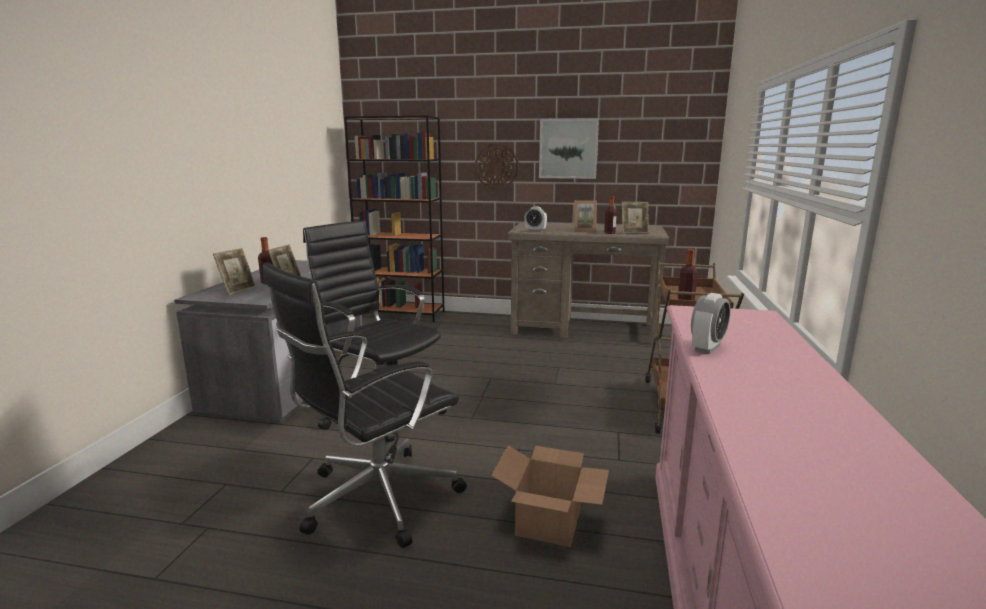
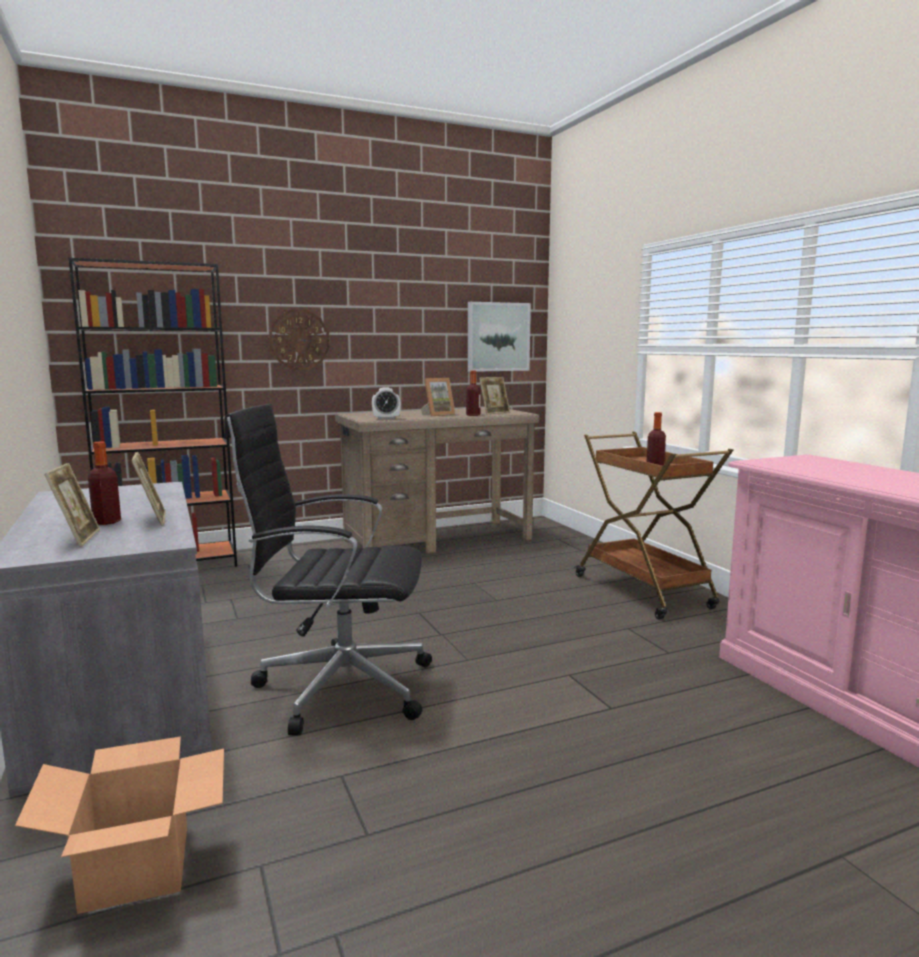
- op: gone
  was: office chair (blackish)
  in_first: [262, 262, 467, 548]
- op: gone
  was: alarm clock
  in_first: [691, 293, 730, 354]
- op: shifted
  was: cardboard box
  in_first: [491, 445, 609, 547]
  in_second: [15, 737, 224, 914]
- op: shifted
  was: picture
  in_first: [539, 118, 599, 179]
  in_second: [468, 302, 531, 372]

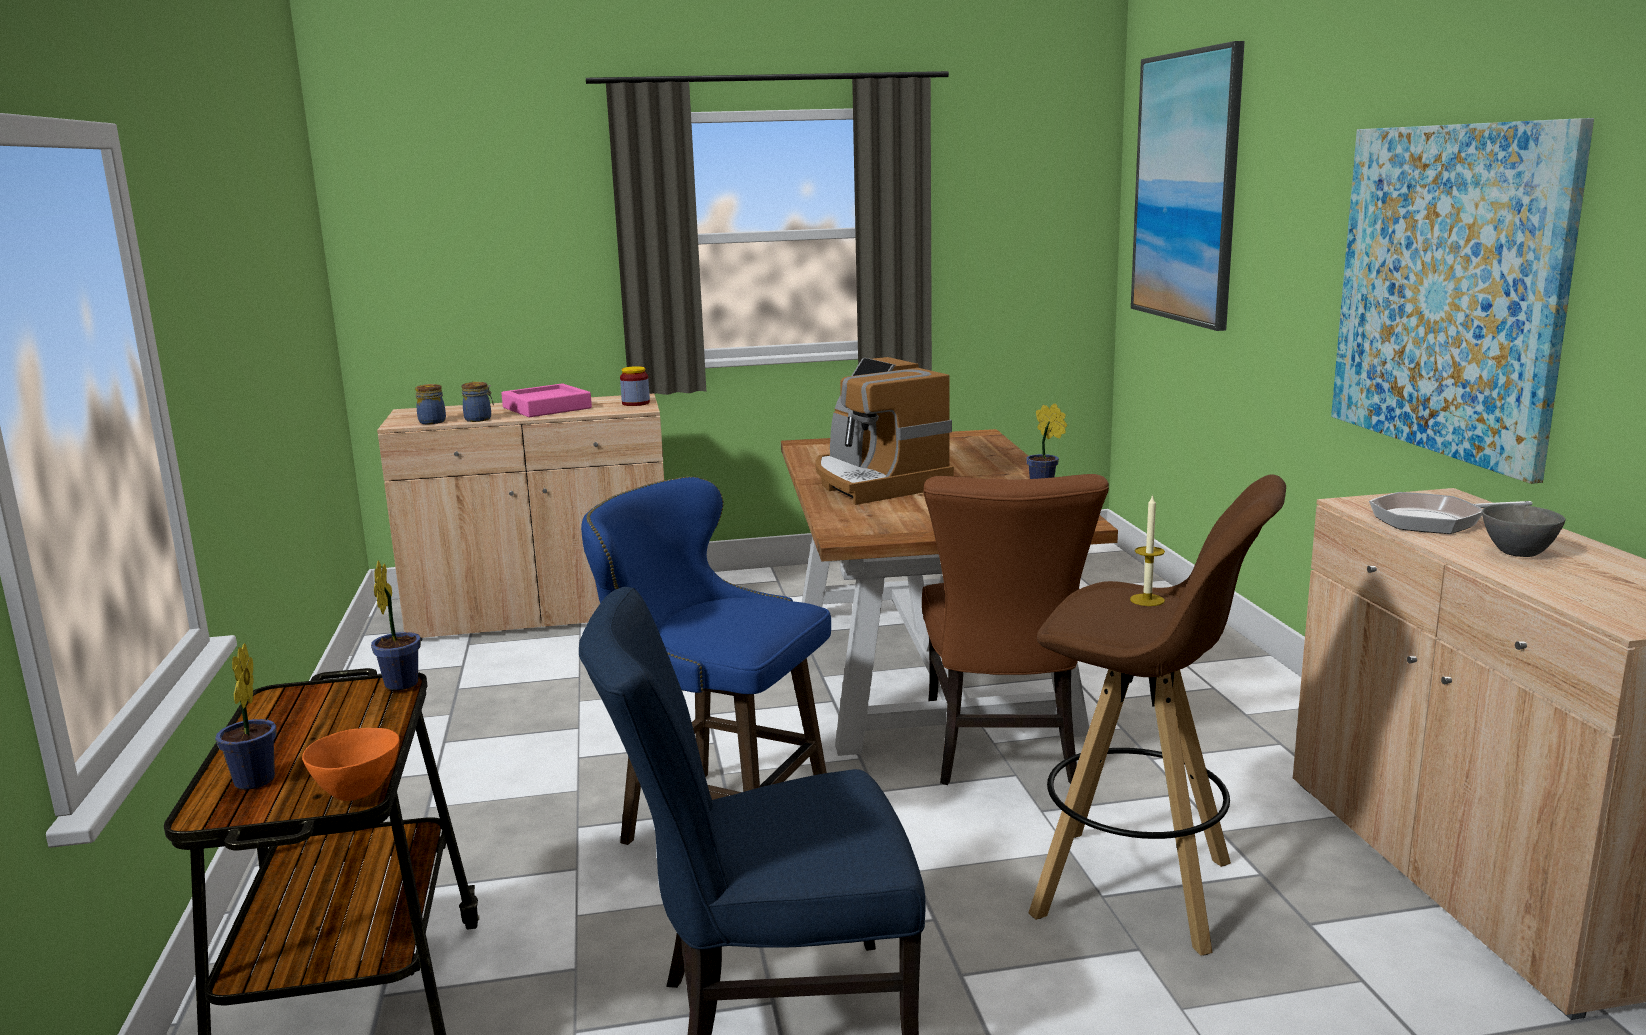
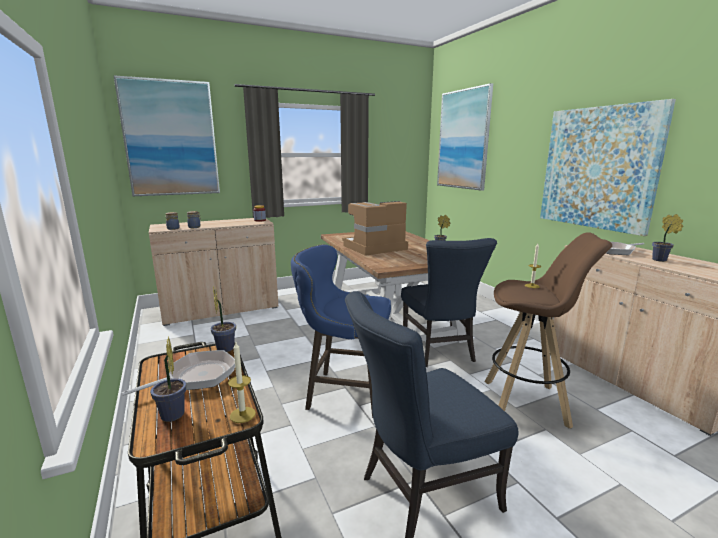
- op: gone
  was: serving tray (pinkish)
  in_first: [501, 383, 592, 417]
- op: new
  now: picture
  in_second: [113, 75, 220, 196]
- op: new
  now: skillet
  in_second: [122, 350, 235, 396]
- op: swapped
  was: bowl (orange-coloured)
  now: wax candle
  in_first: [302, 728, 400, 801]
  in_second: [228, 342, 256, 423]
- op: swapped
  was: bowl (greyish)
  now: plant in a pot
  in_first: [1482, 504, 1566, 557]
  in_second: [652, 214, 683, 262]
- op: repainted
  was: upright chair (brown-coloured)
  now: upright chair (blue)
  in_first: [922, 474, 1109, 785]
  in_second: [401, 238, 497, 367]
- op: rotated
  was: coffee machine
  in_first: [815, 357, 954, 505]
  in_second: [342, 201, 408, 256]
  clockwise: 105

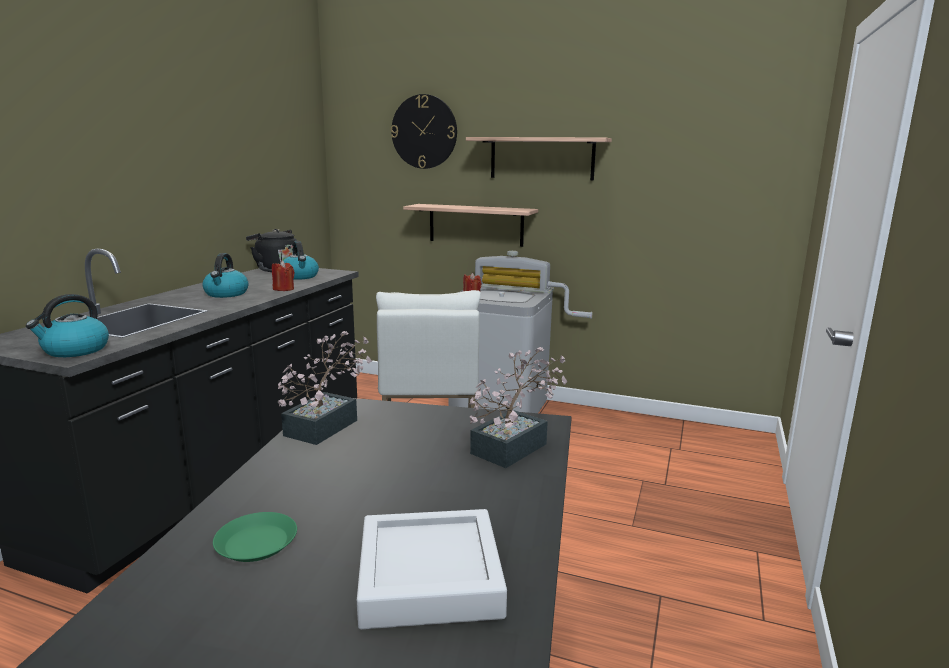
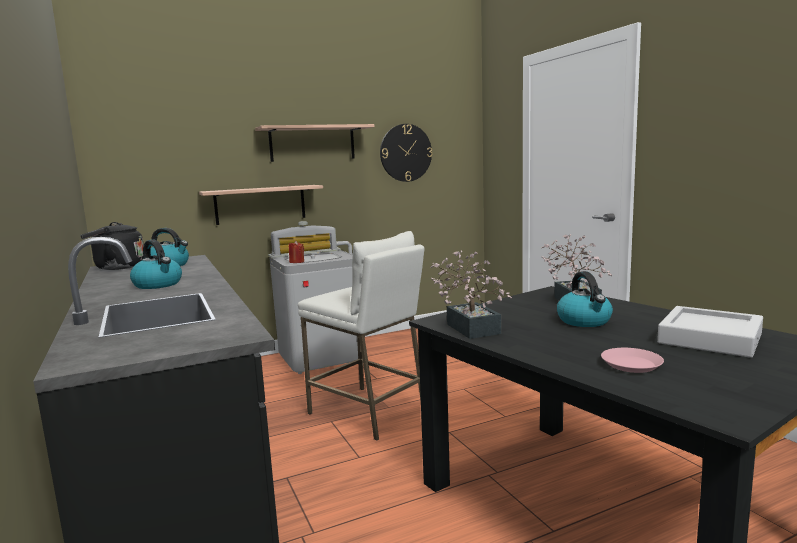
- op: gone
  was: wax candle (red)
  in_first: [272, 260, 295, 291]
- op: shifted
  was: water kettle
  in_first: [26, 294, 109, 357]
  in_second: [557, 271, 613, 327]
- op: shifted
  was: wall clock
  in_first: [391, 94, 457, 169]
  in_second: [380, 124, 432, 182]
- op: repainted
  was: dinner plate (green)
  now: dinner plate (pinkish)
  in_first: [213, 512, 297, 562]
  in_second: [601, 348, 664, 373]

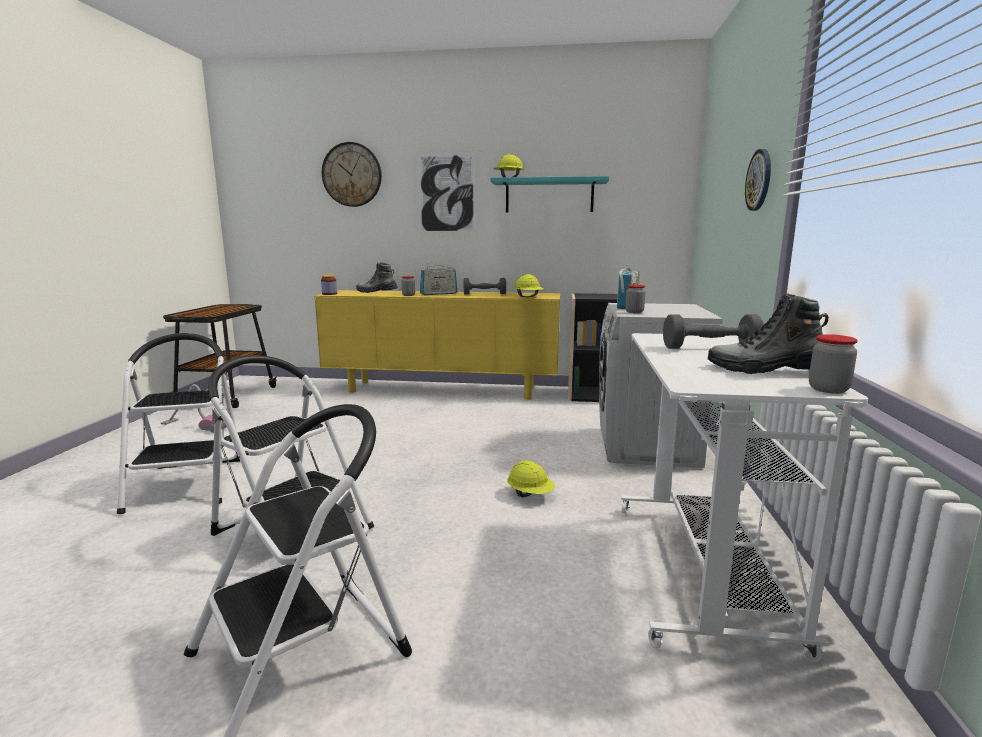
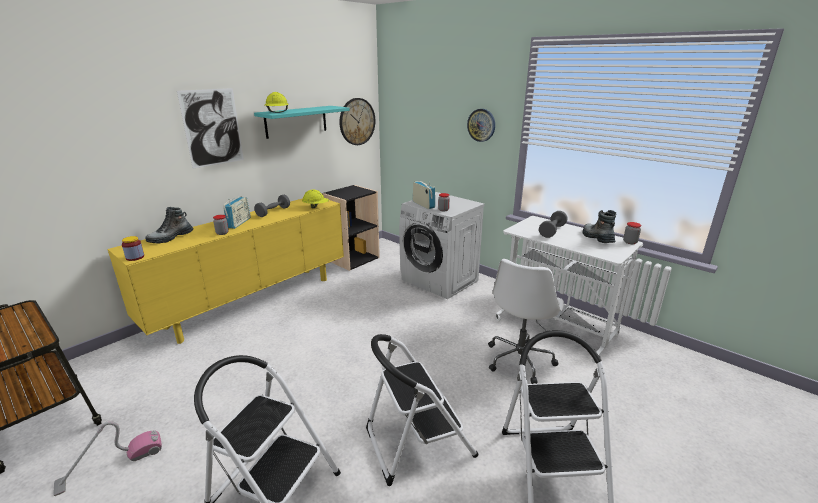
- op: gone
  was: work helmet (yellow)
  in_first: [507, 461, 555, 497]
- op: new
  now: office chair (white)
  in_second: [488, 259, 564, 384]
- op: shifted
  was: wall clock
  in_first: [322, 142, 382, 207]
  in_second: [339, 98, 375, 145]
- op: rotated
  was: high-top boot
  in_first: [708, 293, 829, 374]
  in_second: [582, 210, 616, 243]
  clockwise: 120

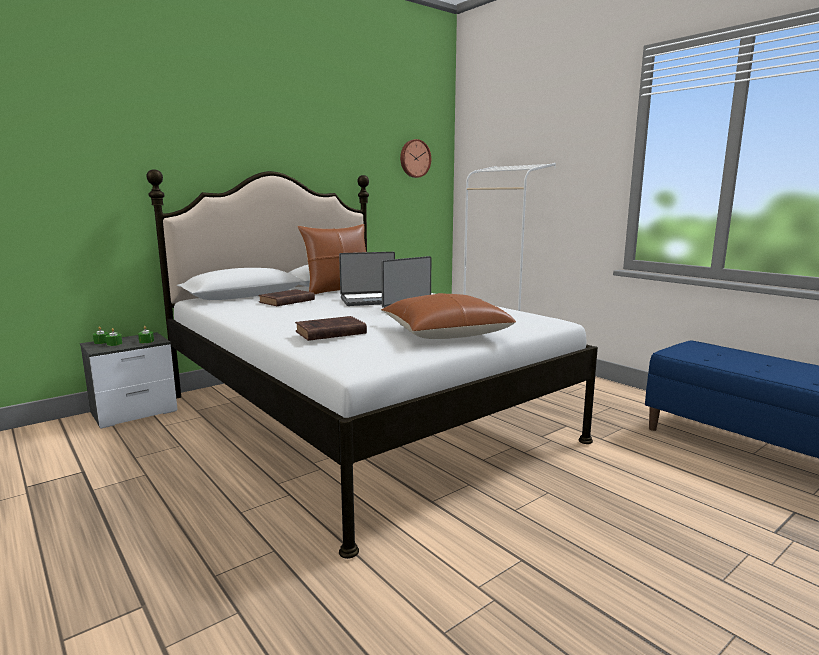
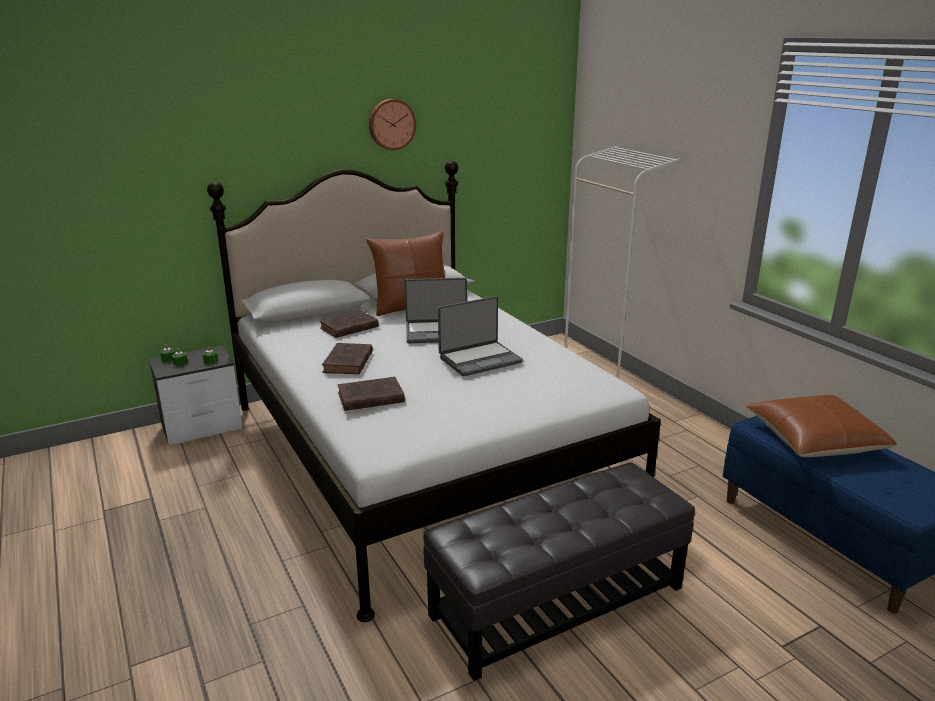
- op: new
  now: bound book (brown-coloured)
  in_second: [322, 343, 373, 375]
- op: new
  now: footrest (blackish)
  in_second: [423, 462, 695, 681]
- op: shifted
  was: throw pillow (brown-coloured)
  in_first: [381, 293, 516, 339]
  in_second: [745, 395, 897, 457]
- op: shifted
  was: wall clock
  in_first: [400, 139, 431, 178]
  in_second: [369, 99, 416, 150]

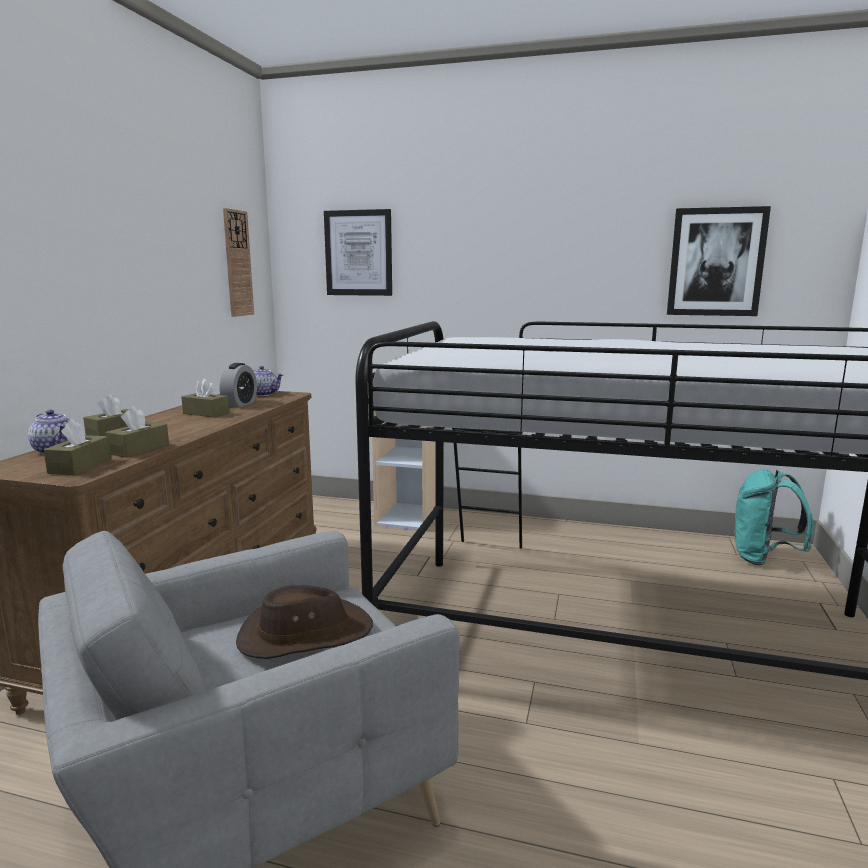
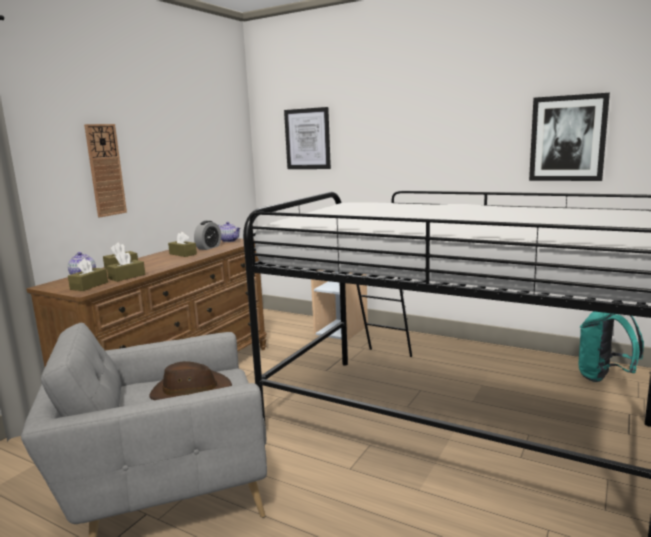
- op: shifted
  was: wall clock
  in_first: [223, 208, 254, 317]
  in_second: [84, 124, 127, 217]

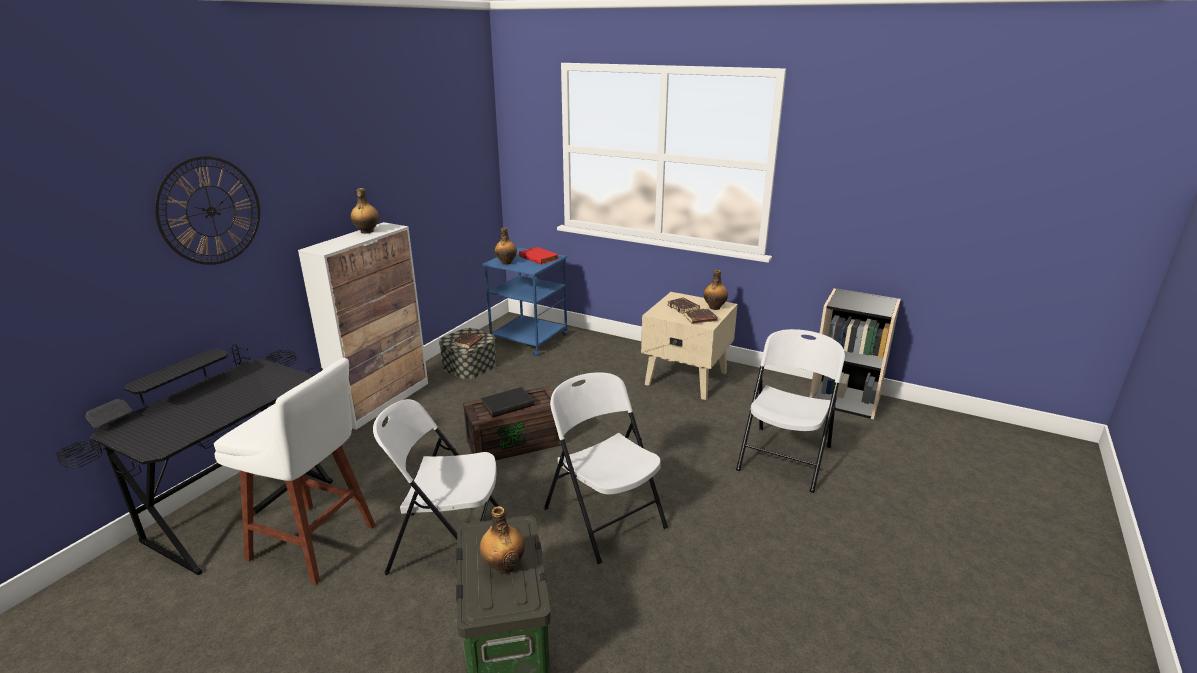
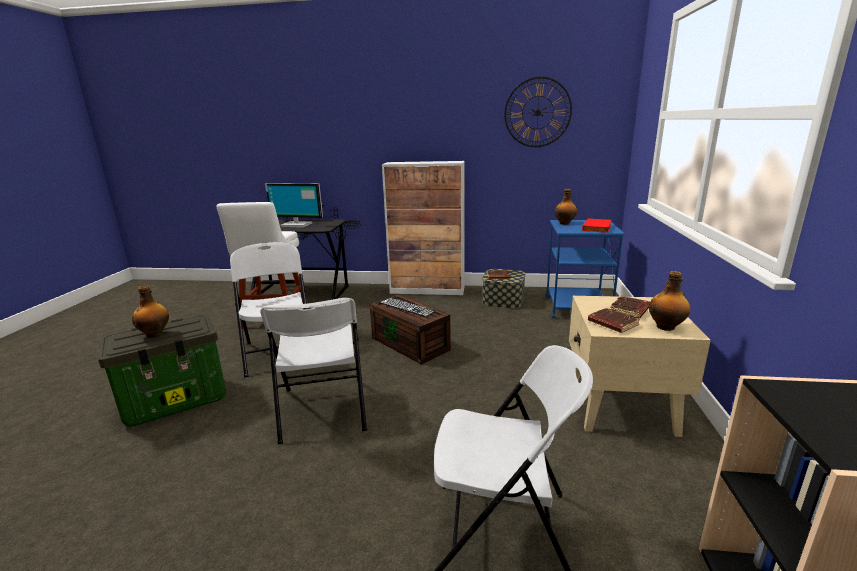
- op: gone
  was: beverage bottle
  in_first: [350, 188, 379, 234]
- op: new
  now: computer screen
  in_second: [265, 183, 323, 228]
- op: shifted
  was: wall clock
  in_first: [155, 156, 260, 265]
  in_second: [504, 77, 572, 147]
- op: swapped
  was: bound book (blackish)
  now: computer keyboard
  in_first: [481, 387, 534, 418]
  in_second: [379, 298, 436, 317]
- op: rotated
  was: upright chair (white)
  in_first: [544, 372, 668, 564]
  in_second: [260, 298, 367, 444]
  clockwise: 135

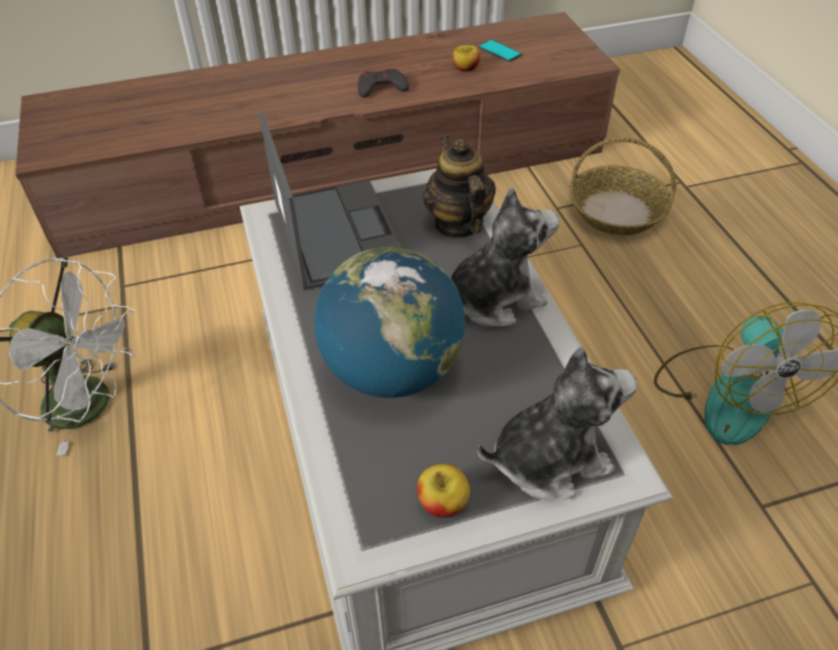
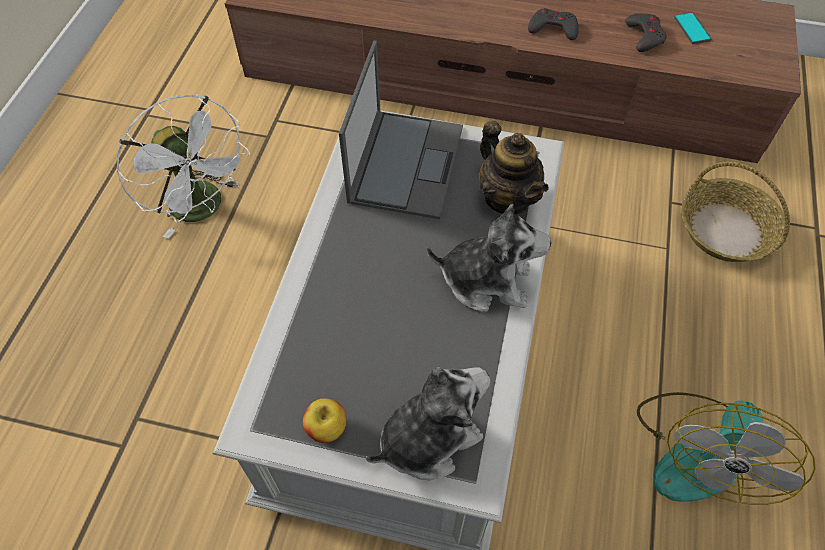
- op: gone
  was: globe
  in_first: [314, 247, 465, 398]
- op: swapped
  was: apple fruit
  now: joypad (greyish)
  in_first: [453, 45, 480, 71]
  in_second: [625, 13, 667, 52]
- op: rotated
  was: teapot
  in_first: [423, 135, 496, 238]
  in_second: [479, 121, 549, 214]
  clockwise: 135
- op: rotated
  was: plush toy
  in_first: [477, 347, 637, 500]
  in_second: [366, 366, 490, 480]
  clockwise: -45

